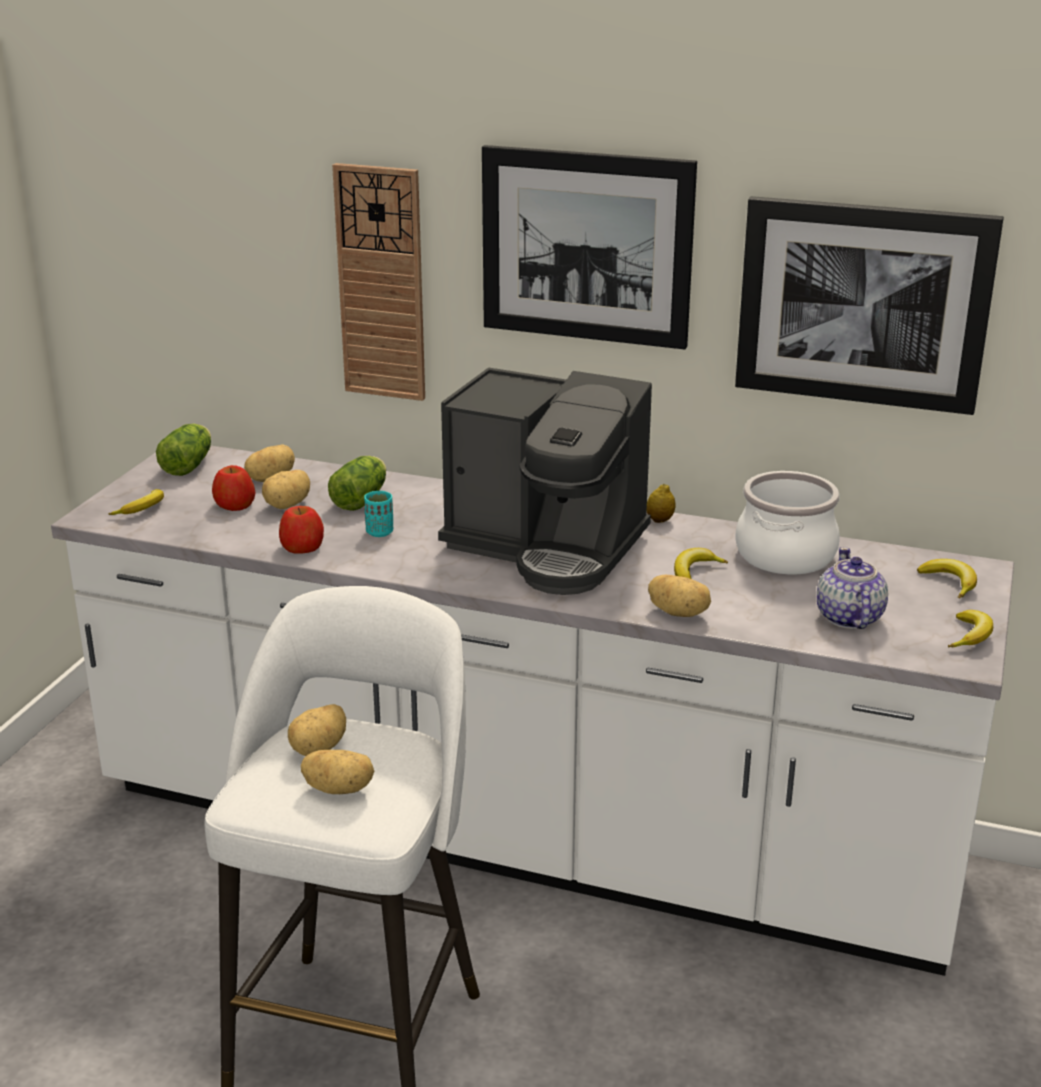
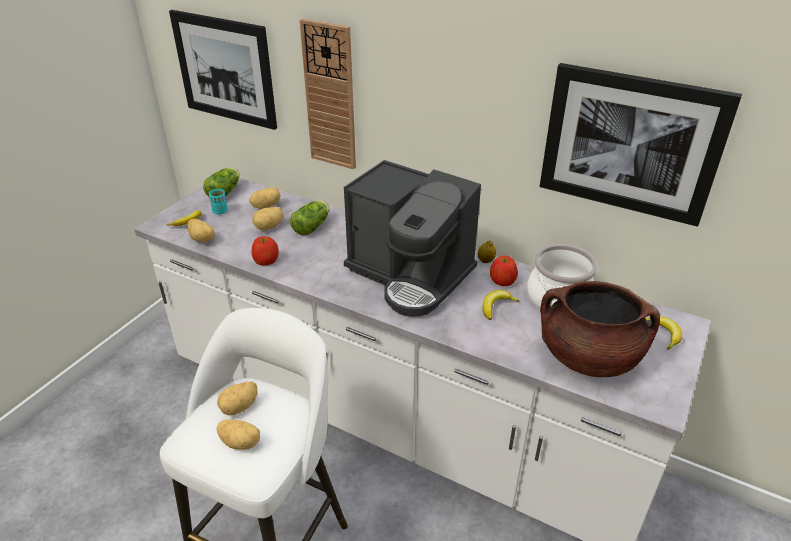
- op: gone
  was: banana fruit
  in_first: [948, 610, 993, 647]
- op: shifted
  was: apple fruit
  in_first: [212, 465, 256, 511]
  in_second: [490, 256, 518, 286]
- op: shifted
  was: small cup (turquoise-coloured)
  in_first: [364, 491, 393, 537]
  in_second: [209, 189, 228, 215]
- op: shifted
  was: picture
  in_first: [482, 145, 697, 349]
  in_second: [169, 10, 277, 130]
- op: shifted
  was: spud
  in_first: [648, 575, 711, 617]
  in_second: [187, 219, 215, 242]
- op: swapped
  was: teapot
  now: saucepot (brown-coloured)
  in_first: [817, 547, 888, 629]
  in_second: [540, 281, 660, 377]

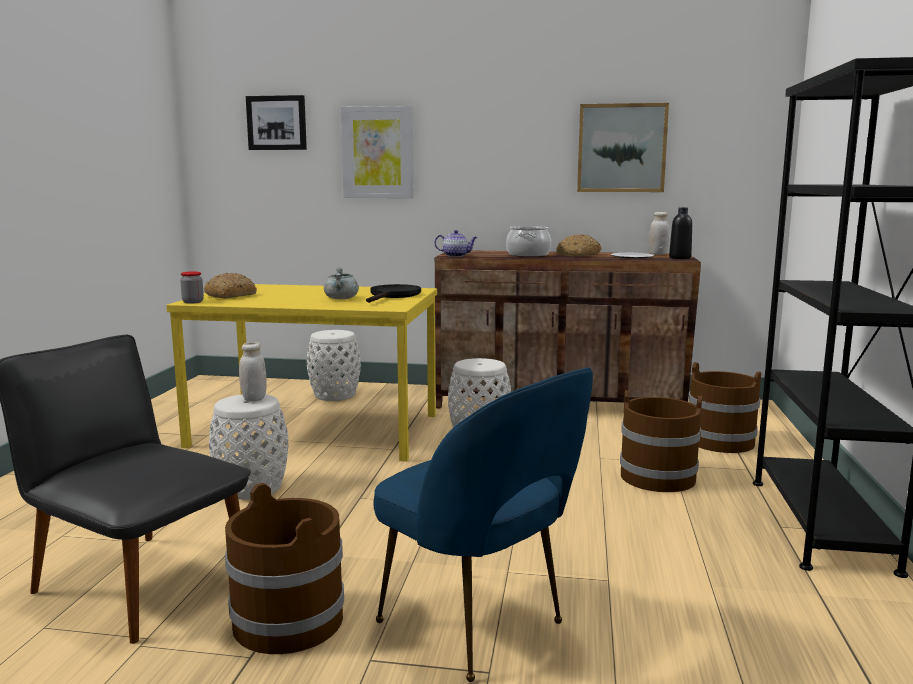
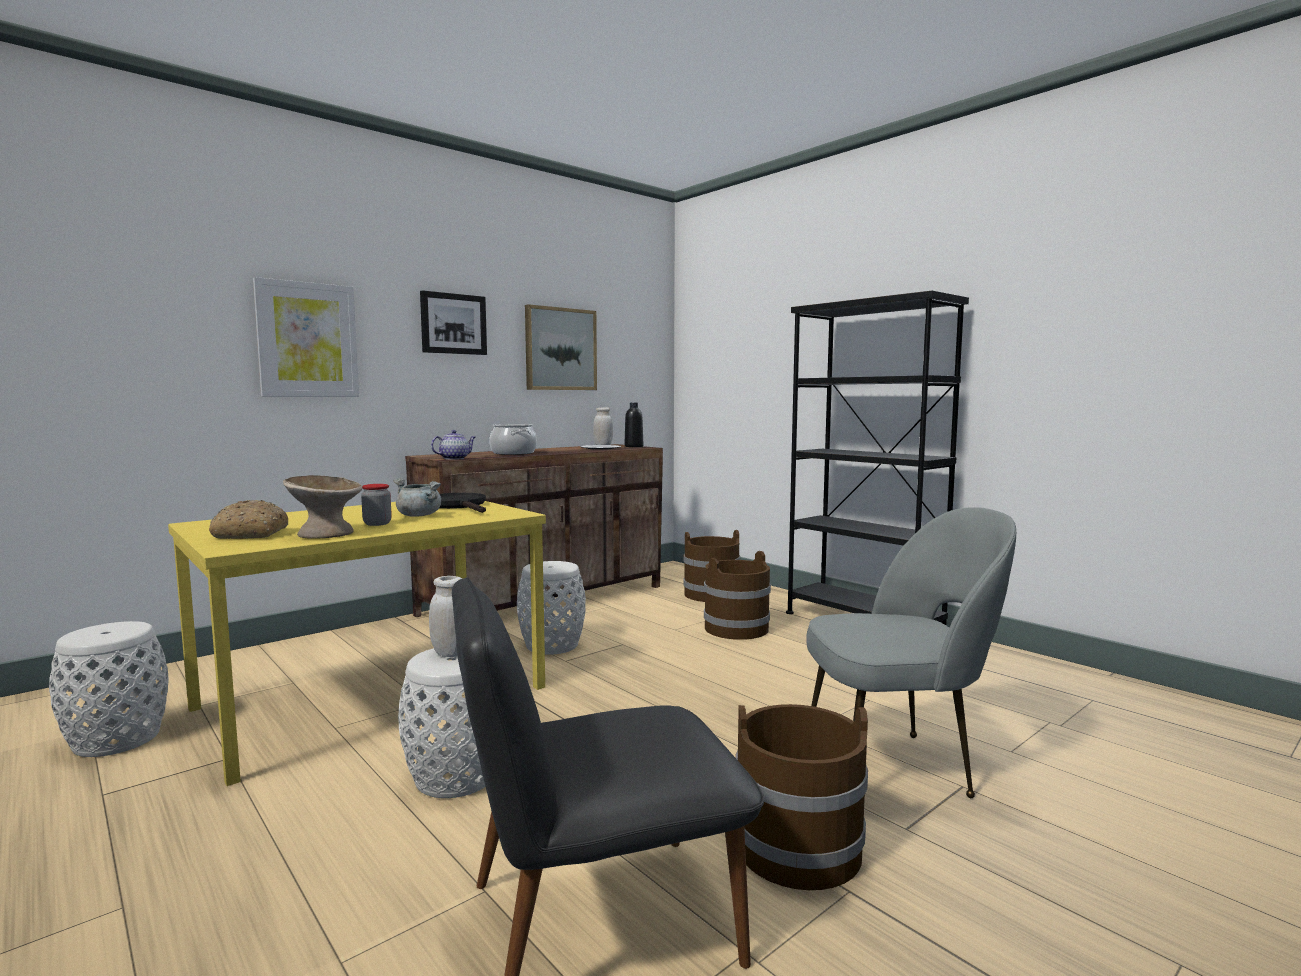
- op: gone
  was: baked bread
  in_first: [557, 234, 602, 256]
- op: new
  now: bowl (beige-coloured)
  in_second: [283, 475, 362, 539]
- op: shifted
  was: jar
  in_first: [180, 271, 204, 304]
  in_second: [361, 484, 392, 526]
- op: shifted
  was: picture
  in_first: [246, 95, 307, 150]
  in_second: [420, 290, 487, 355]
- op: shifted
  was: stool (white)
  in_first: [307, 330, 361, 401]
  in_second: [49, 621, 168, 757]
- op: repainted
  was: upright chair (blue)
  now: upright chair (greyish)
  in_first: [373, 367, 593, 682]
  in_second: [806, 507, 1016, 798]

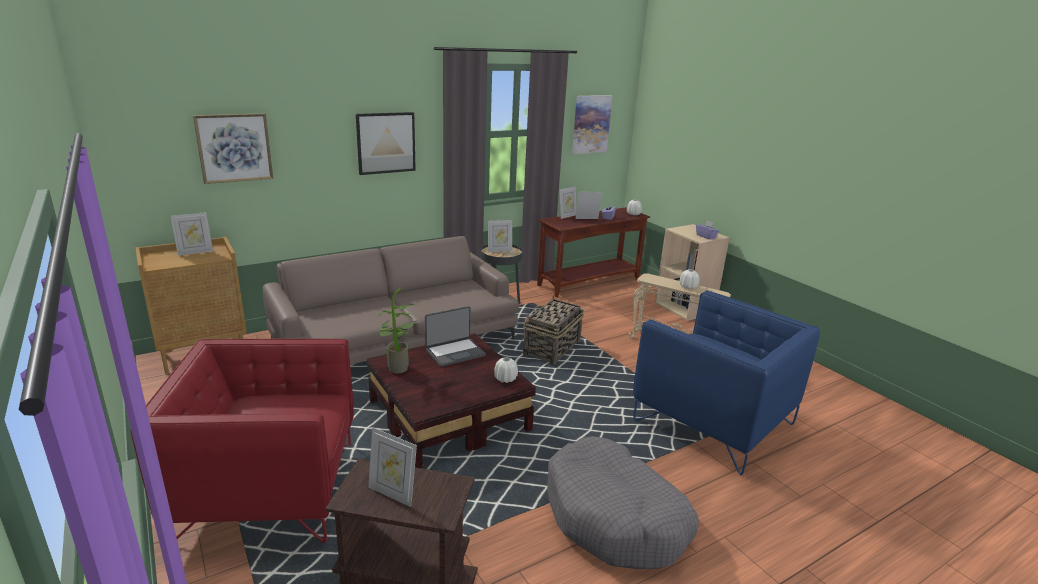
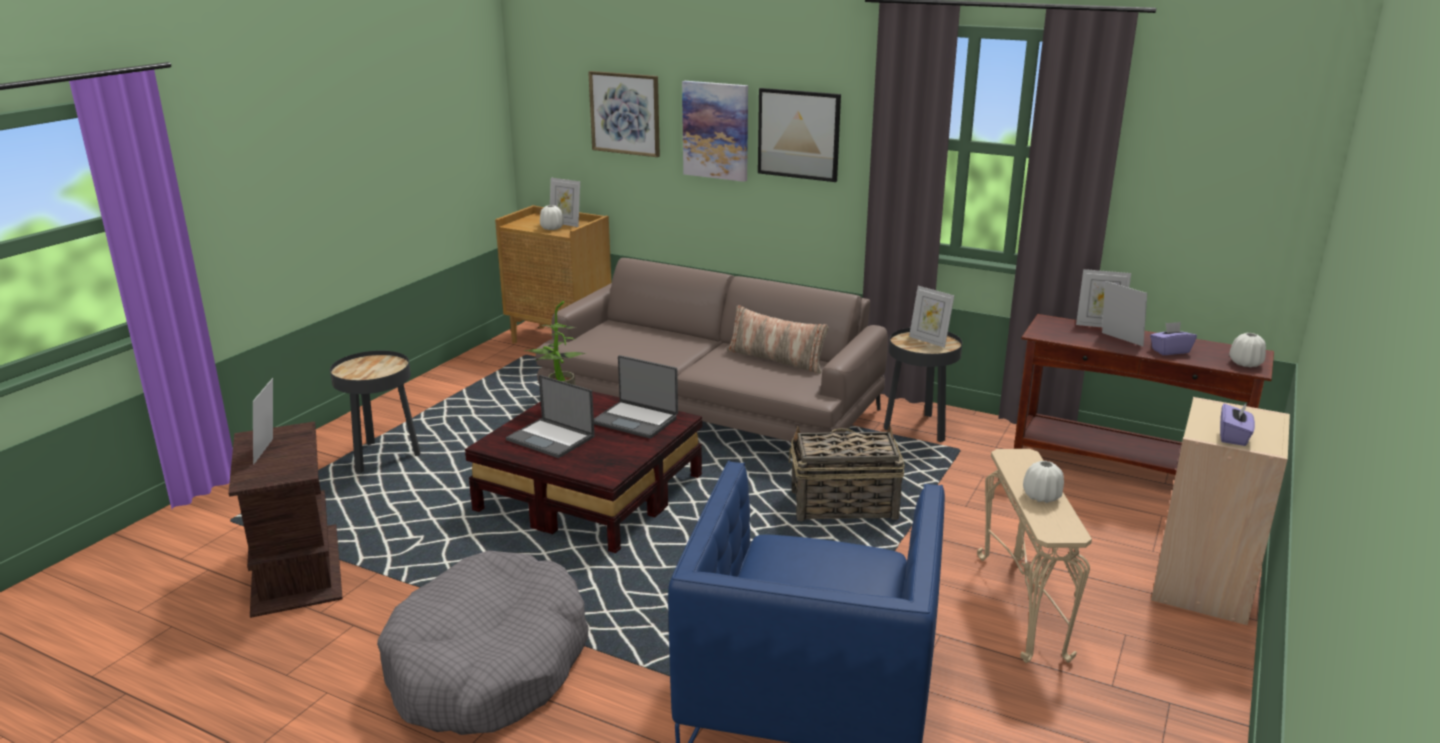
- op: new
  now: notebook computer
  in_second: [506, 375, 595, 458]
- op: new
  now: throw pillow
  in_second: [727, 305, 829, 374]
- op: shifted
  was: vase (white)
  in_first: [494, 357, 518, 383]
  in_second: [540, 205, 564, 230]
- op: shifted
  was: picture
  in_first: [572, 95, 612, 154]
  in_second: [682, 81, 748, 182]
- op: swapped
  was: armchair (red)
  now: side table (blackish)
  in_first: [131, 338, 354, 543]
  in_second: [330, 351, 421, 473]

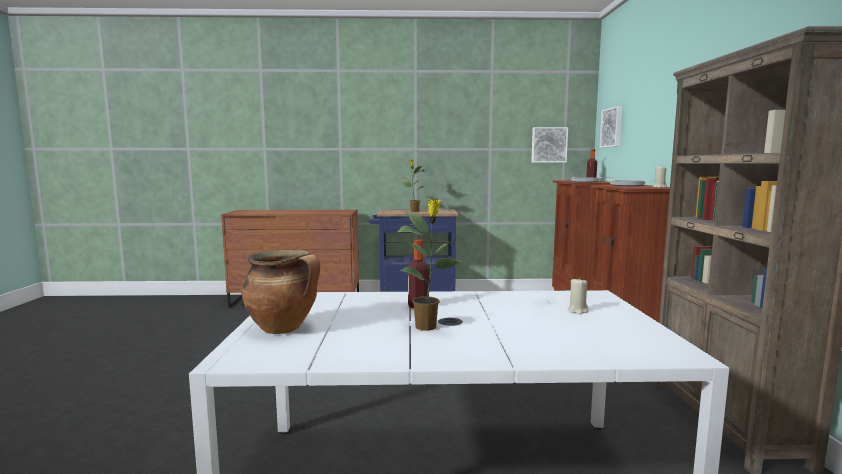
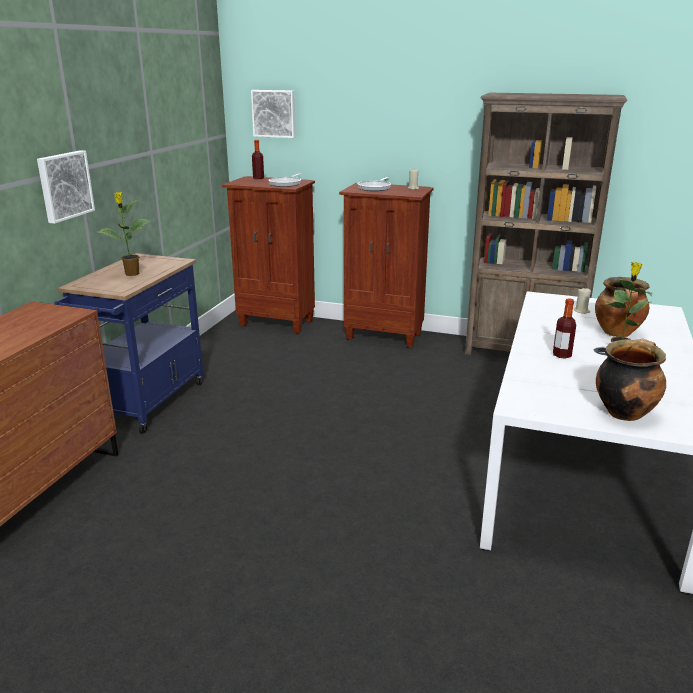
- op: new
  now: saucepot
  in_second: [595, 277, 649, 337]
- op: shifted
  was: picture
  in_first: [531, 127, 568, 163]
  in_second: [37, 150, 95, 224]

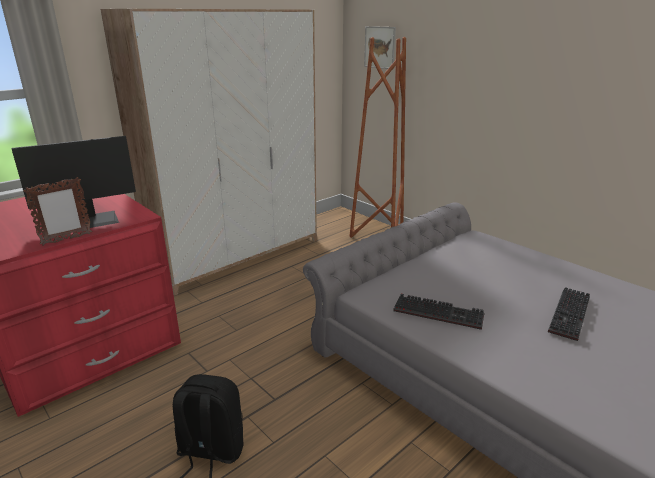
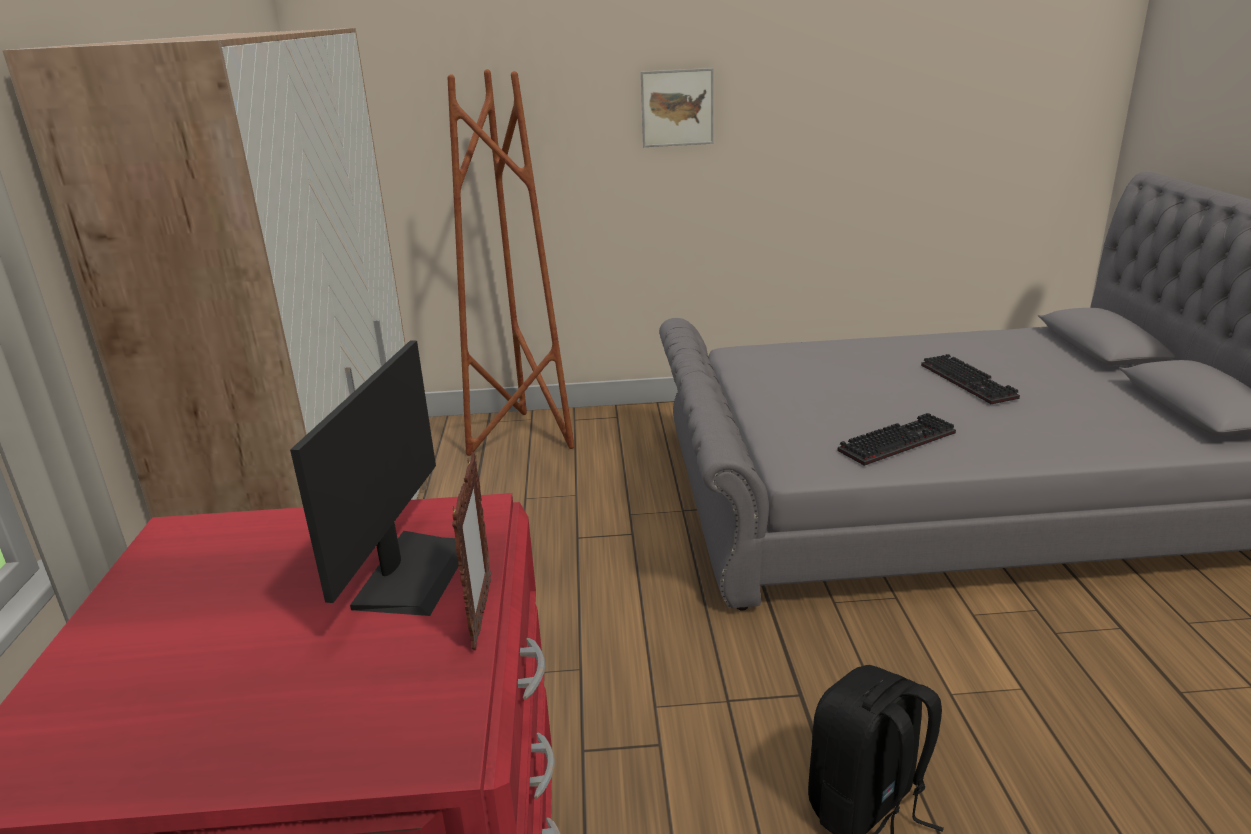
- op: shifted
  was: picture
  in_first: [364, 26, 396, 69]
  in_second: [641, 68, 714, 147]

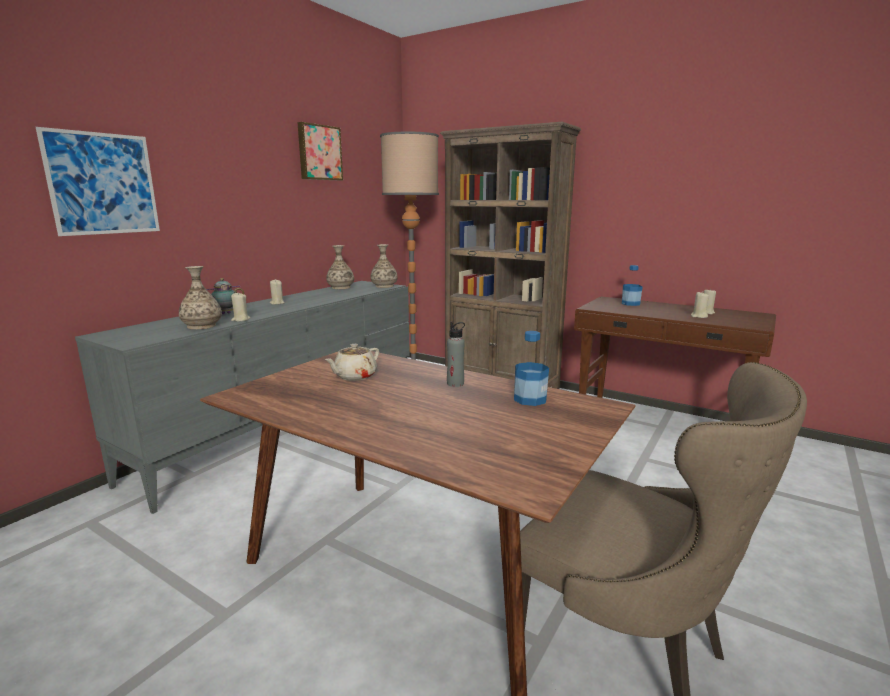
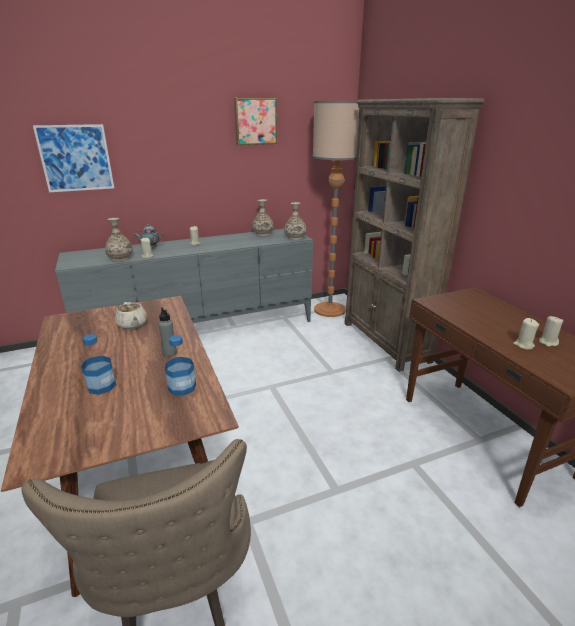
- op: shifted
  was: beverage bottle
  in_first: [622, 265, 643, 306]
  in_second: [81, 334, 116, 395]
- op: rotated
  was: teapot (beige-coloured)
  in_first: [325, 344, 379, 381]
  in_second: [115, 302, 147, 329]
  clockwise: -105

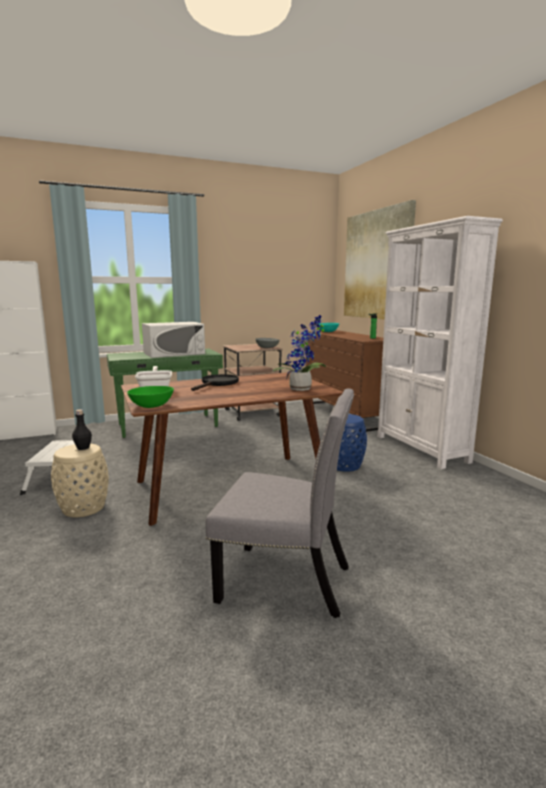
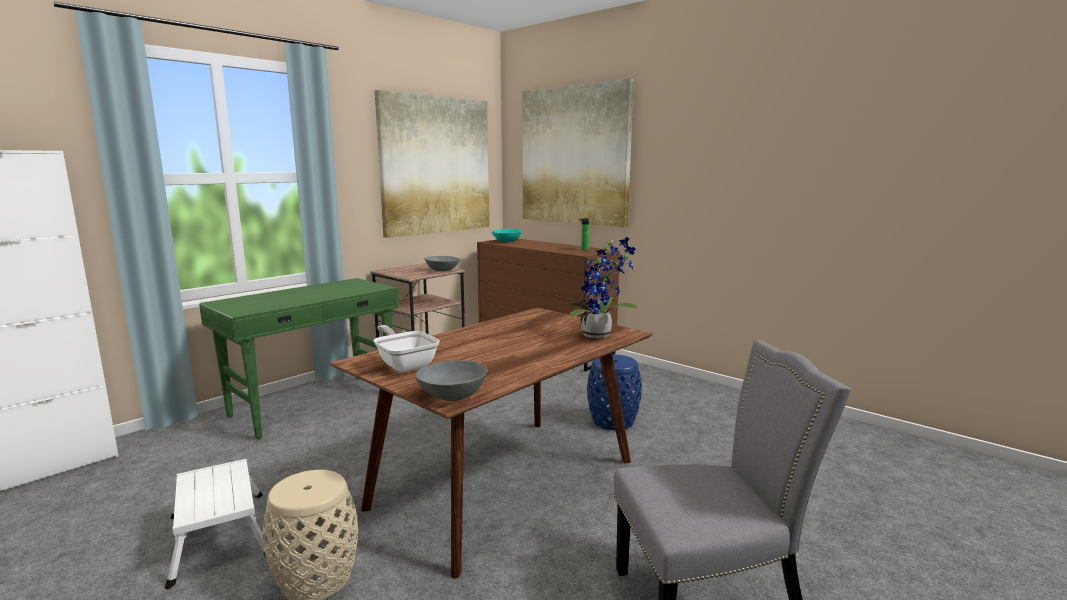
- op: gone
  was: beverage bottle (blackish)
  in_first: [72, 409, 92, 450]
- op: gone
  was: microwave oven (white)
  in_first: [142, 322, 205, 358]
- op: gone
  was: skillet (blackish)
  in_first: [191, 374, 239, 391]
- op: gone
  was: shelving unit (white)
  in_first: [377, 216, 503, 469]
- op: new
  now: picture
  in_second: [375, 90, 489, 238]
- op: repainted
  was: bowl (green)
  now: bowl (greyish)
  in_first: [127, 386, 174, 408]
  in_second: [415, 361, 487, 401]

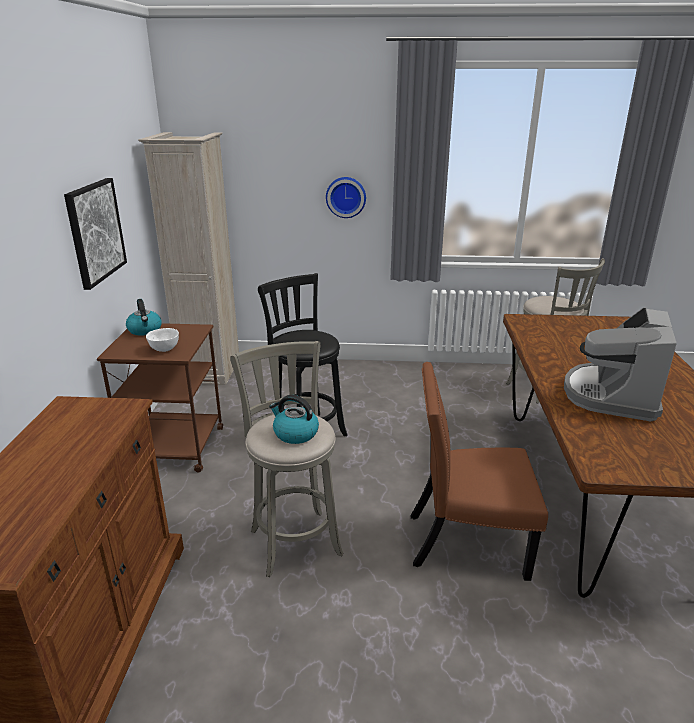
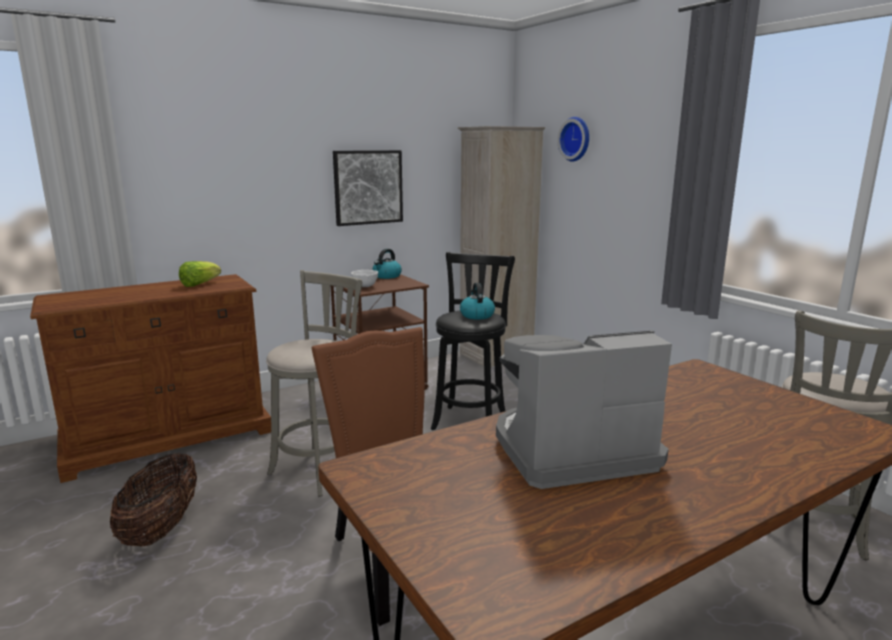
- op: new
  now: basket
  in_second: [110, 453, 197, 547]
- op: new
  now: head of lettuce
  in_second: [179, 261, 221, 287]
- op: shifted
  was: water kettle
  in_first: [269, 395, 319, 444]
  in_second: [460, 283, 495, 320]
- op: shifted
  was: wall clock
  in_first: [326, 177, 366, 218]
  in_second: [557, 117, 589, 162]

